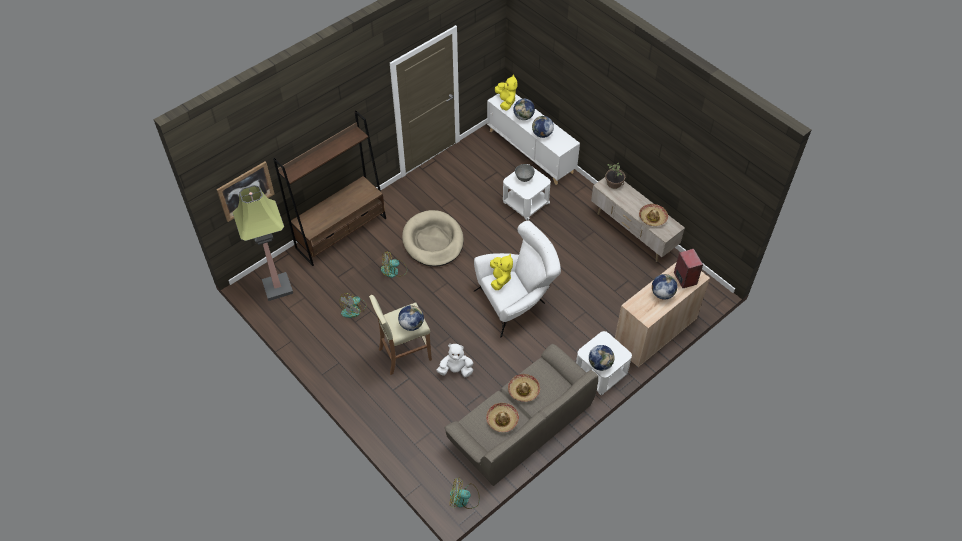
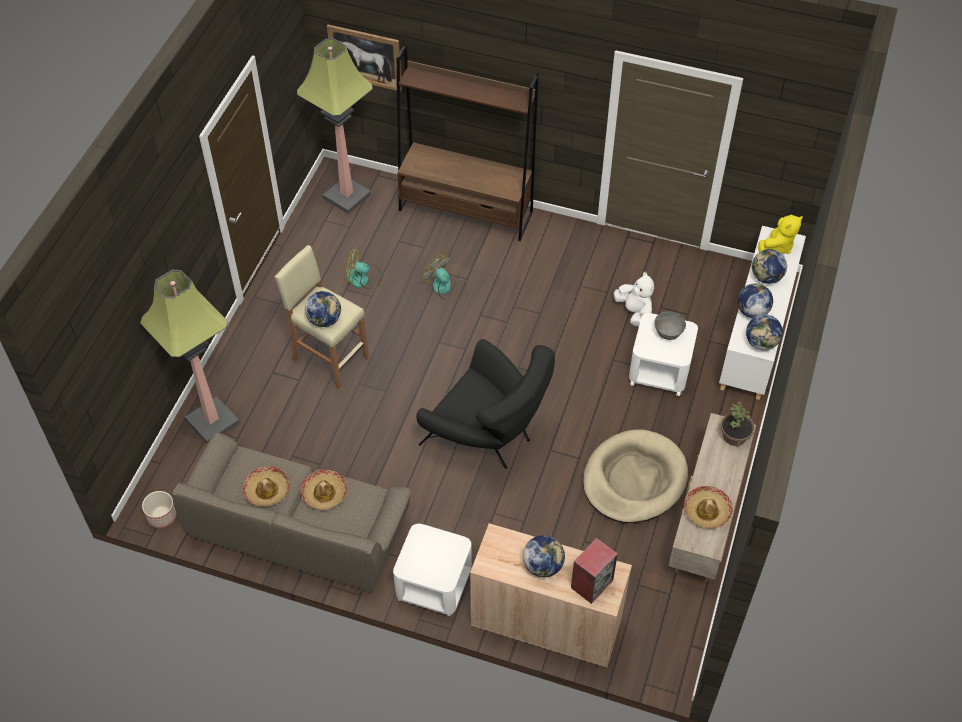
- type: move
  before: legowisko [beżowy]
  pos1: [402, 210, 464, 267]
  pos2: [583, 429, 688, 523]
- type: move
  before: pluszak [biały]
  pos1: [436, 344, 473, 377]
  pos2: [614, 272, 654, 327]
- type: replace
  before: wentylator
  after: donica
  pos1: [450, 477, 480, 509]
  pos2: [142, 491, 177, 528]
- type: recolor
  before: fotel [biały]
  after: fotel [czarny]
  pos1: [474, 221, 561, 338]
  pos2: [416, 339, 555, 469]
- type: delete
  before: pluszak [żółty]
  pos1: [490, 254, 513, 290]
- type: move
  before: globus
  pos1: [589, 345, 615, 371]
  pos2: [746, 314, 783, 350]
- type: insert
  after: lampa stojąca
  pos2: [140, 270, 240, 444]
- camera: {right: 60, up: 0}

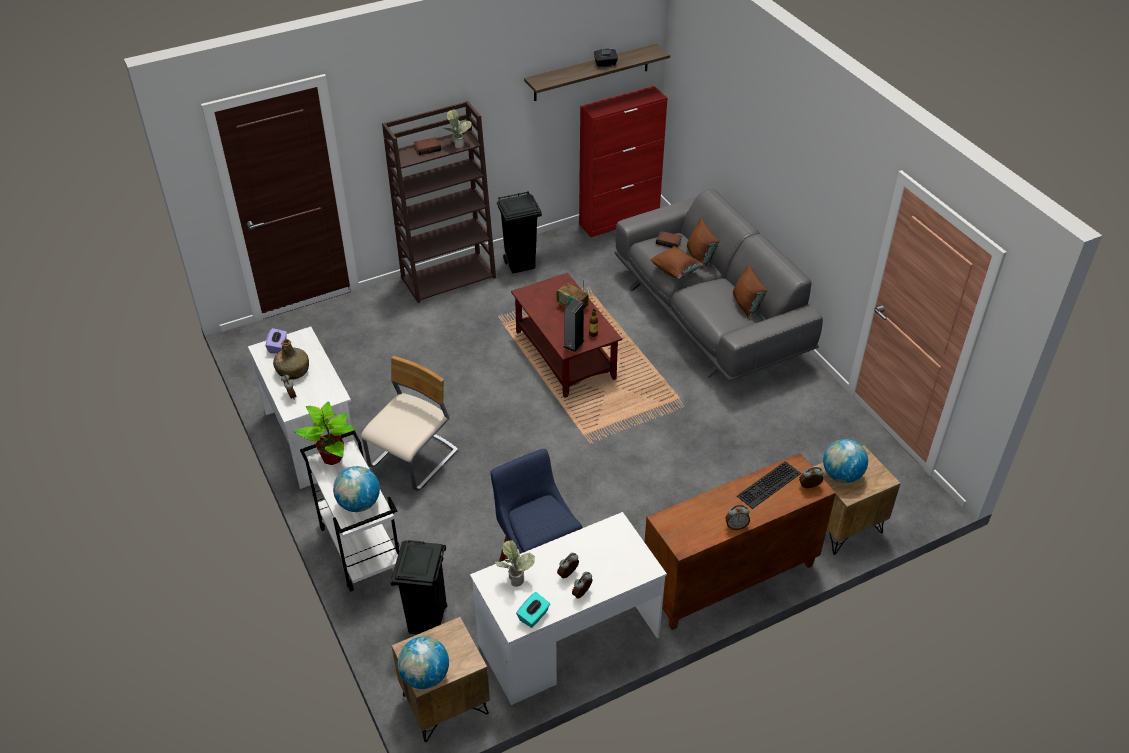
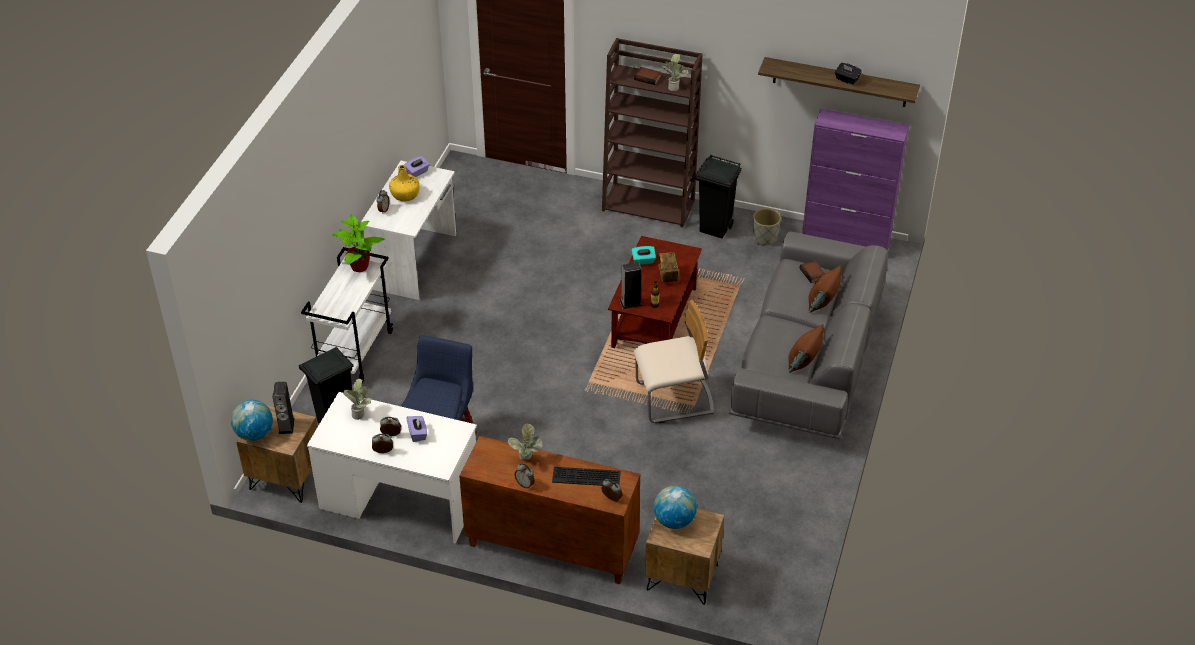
- type: recolor
  before: butelka [zielony]
  after: butelka [żółty]
  pos1: [273, 339, 309, 380]
  pos2: [389, 165, 420, 202]
- type: delete
  before: globus
  pos1: [333, 466, 380, 512]
- type: move
  before: krzesło [beżowy]
  pos1: [361, 356, 458, 491]
  pos2: [634, 300, 714, 423]
- type: move
  before: pudełko chusteczek [turkusowy]
  pos1: [516, 592, 550, 628]
  pos2: [631, 246, 656, 265]
- type: recolor
  before: szafka [czerwony]
  after: szafka [fioletowy]
  pos1: [579, 86, 667, 237]
  pos2: [802, 108, 909, 251]
- type: delete
  before: poduszka [brązowy]
  pos1: [650, 246, 705, 279]
- type: insert
  after: głośnik
  pos2: [273, 382, 295, 434]
- type: insert
  after: pudełko chusteczek [fioletowy]
  pos2: [406, 416, 427, 442]
- type: insert
  after: roślina doniczkowa
  pos2: [507, 423, 543, 460]
- type: insert
  after: donica [szary]
  pos2: [753, 208, 781, 246]
- camera: {right: 45, up: 0}

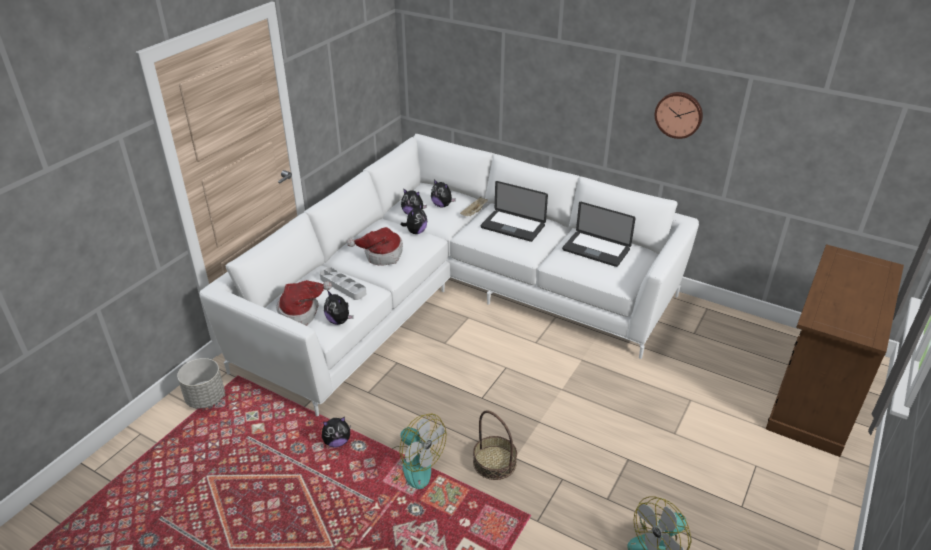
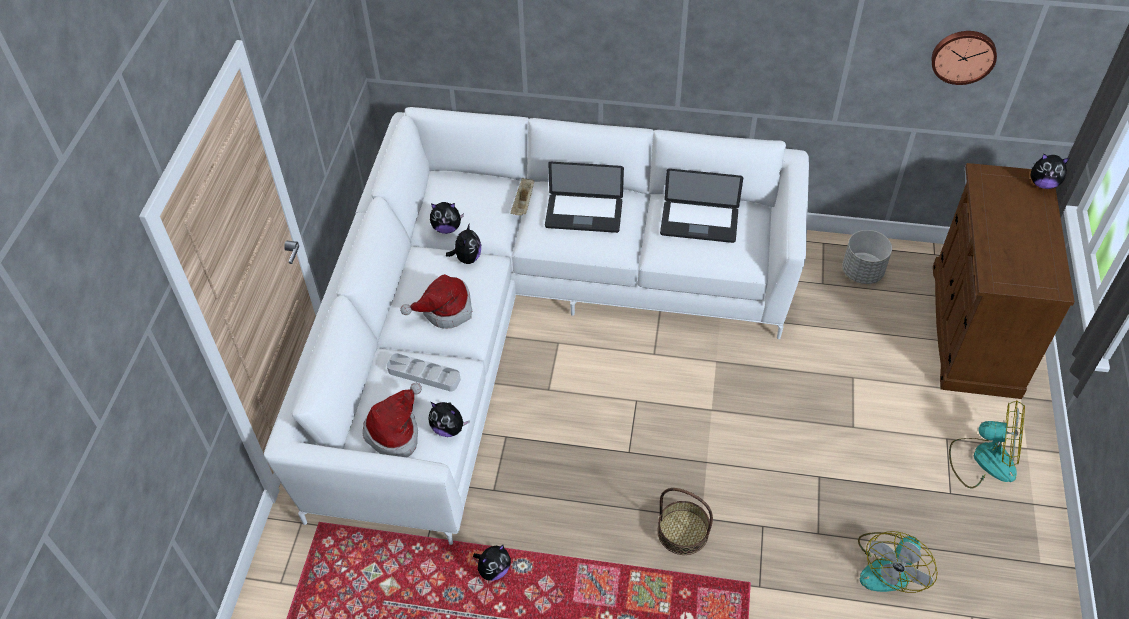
- type: move
  before: donica [szary]
  pos1: [177, 358, 225, 408]
  pos2: [842, 230, 892, 284]
- type: move
  before: wentylator
  pos1: [385, 414, 446, 489]
  pos2: [949, 400, 1025, 488]
- type: move
  before: pluszak
  pos1: [431, 179, 456, 208]
  pos2: [1030, 154, 1069, 189]
- type: move
  before: zegar ścienny
  pos1: [655, 92, 703, 139]
  pos2: [932, 31, 997, 85]
- camera: {right: -20, up: 15}

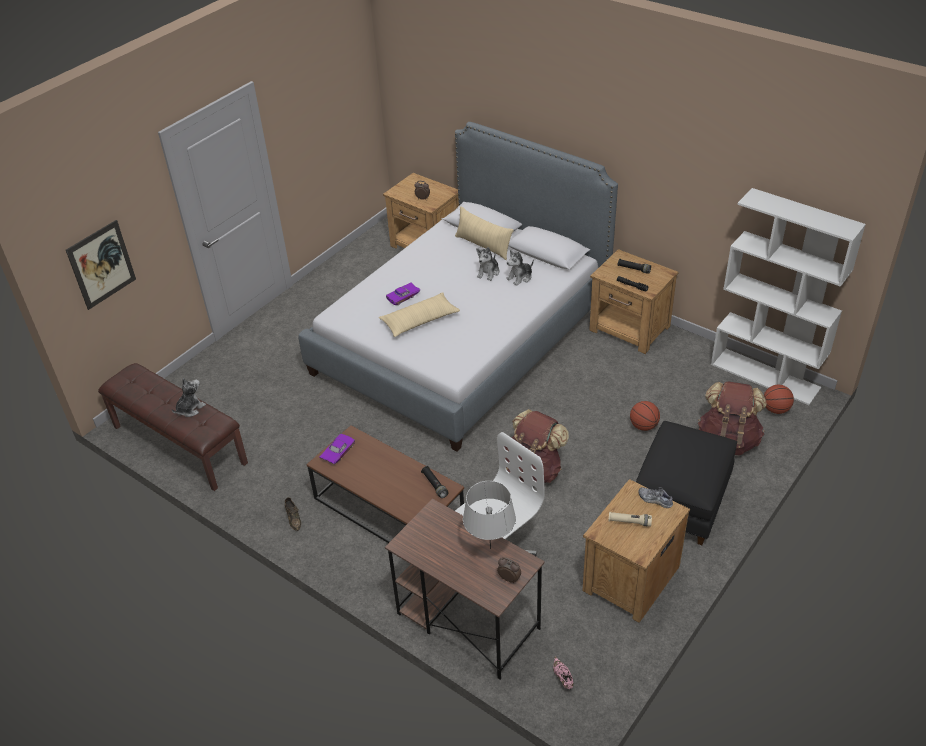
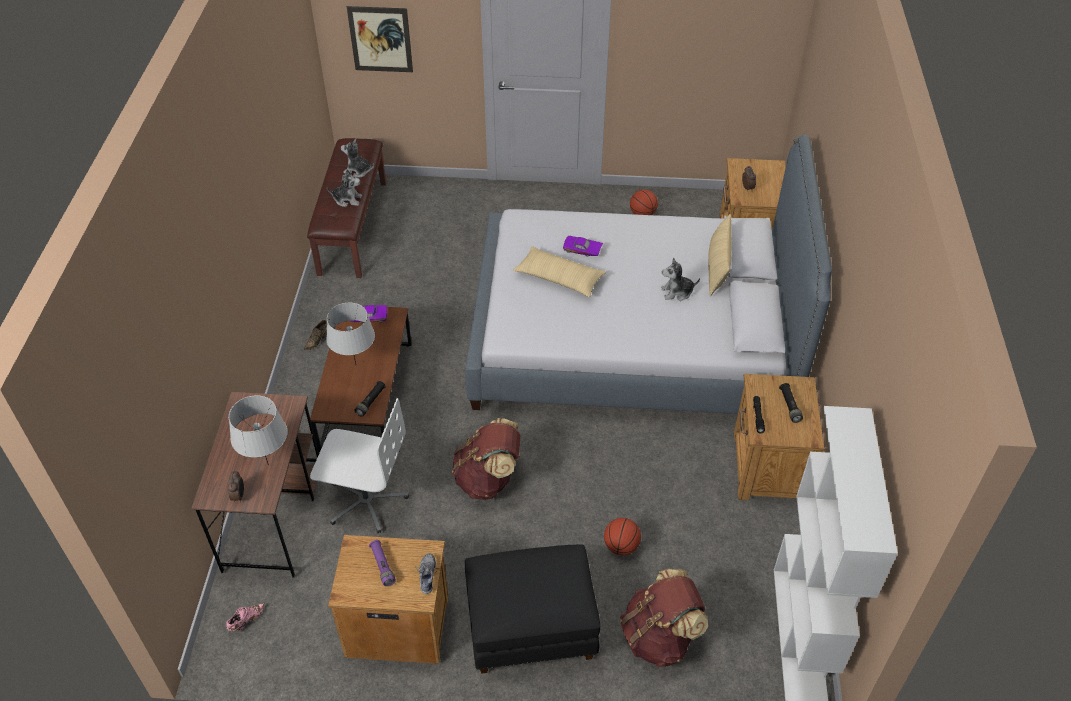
- type: move
  before: pluszak
  pos1: [506, 250, 534, 286]
  pos2: [341, 139, 374, 178]
- type: recolor
  before: latarka [beżowy]
  after: latarka [fioletowy]
  pos1: [608, 511, 652, 527]
  pos2: [369, 540, 396, 586]
- type: move
  before: piłka do koszykówki
  pos1: [764, 385, 794, 414]
  pos2: [630, 190, 658, 215]
- type: insert
  after: lampa stołowa [szary]
  pos2: [326, 303, 375, 367]
- camera: {right: 55, up: 5}

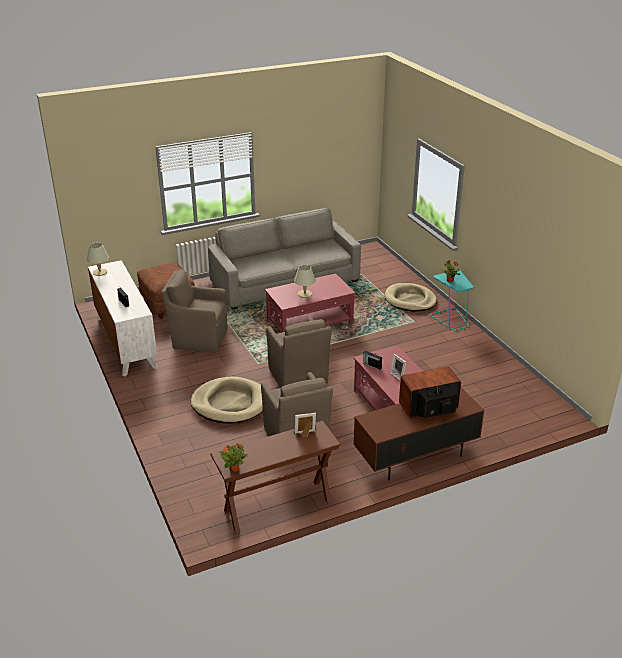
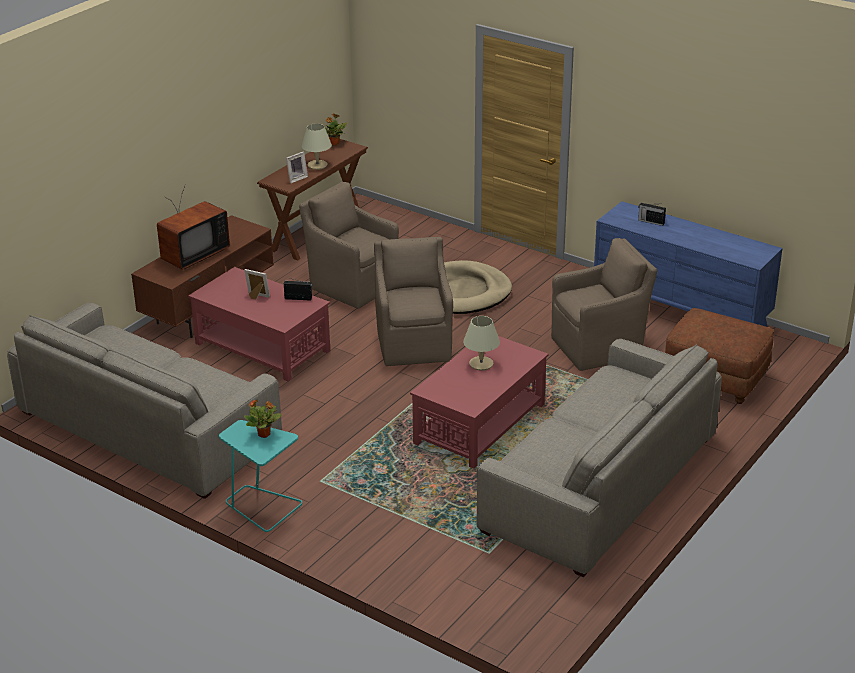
- type: move
  before: lampa stołowa [beżowy]
  pos1: [87, 243, 109, 276]
  pos2: [301, 123, 332, 170]
- type: recolor
  before: komoda [biały]
  after: komoda [niebieski]
  pos1: [88, 260, 158, 376]
  pos2: [594, 201, 783, 327]
- type: rotate
  before: fotel [brązowy]
  pos1: [266, 318, 332, 388]
  pos2: [374, 237, 453, 366]
  turn: 45
- type: delete
  before: legowisko [beżowy]
  pos1: [385, 283, 437, 312]
- type: insert
  after: kanapa [szary]
  pos2: [7, 303, 282, 499]
- camera: {right: 150, up: 0}

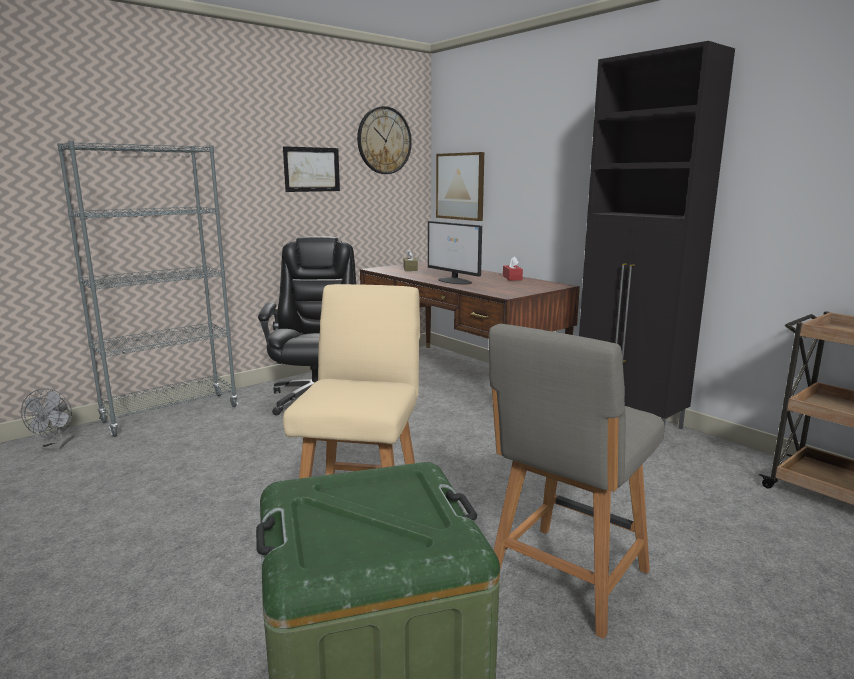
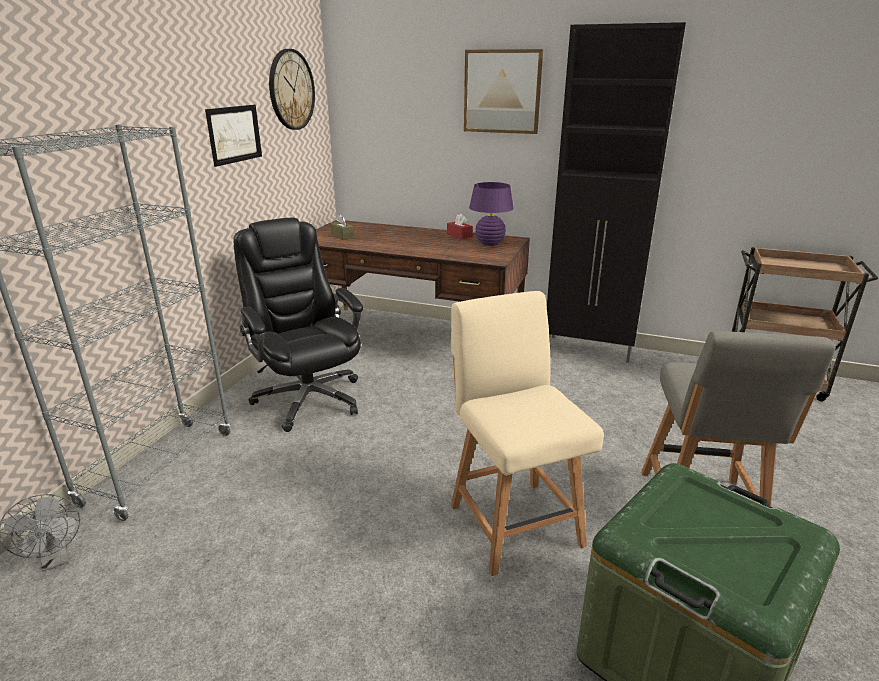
- type: delete
  before: monitor
  pos1: [428, 221, 482, 284]
- type: move
  before: obraz
  pos1: [436, 152, 484, 221]
  pos2: [464, 49, 543, 134]
- type: insert
  after: lampa stołowa [fioletowy]
  pos2: [469, 182, 514, 246]
- camera: {right: -30, up: 10}

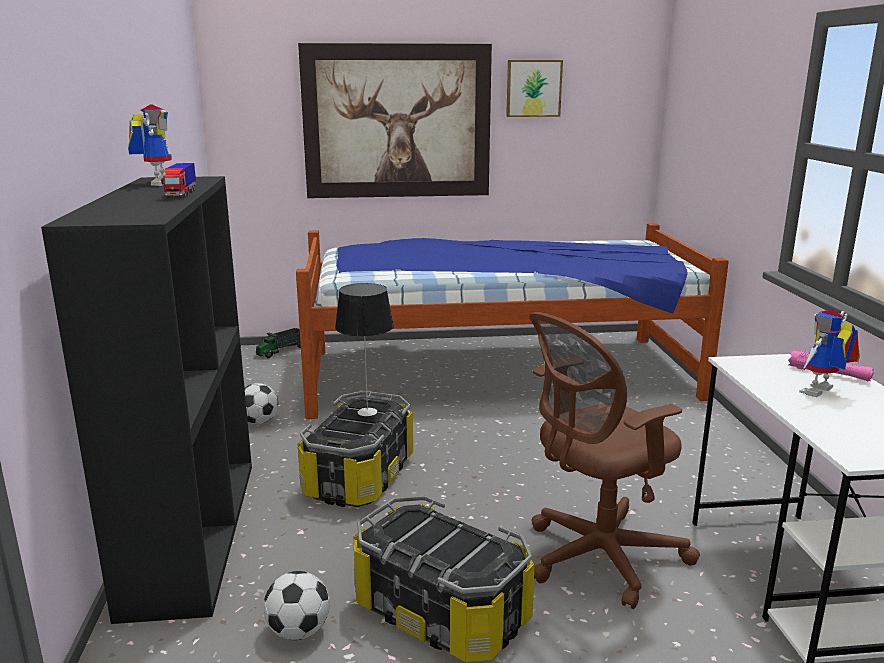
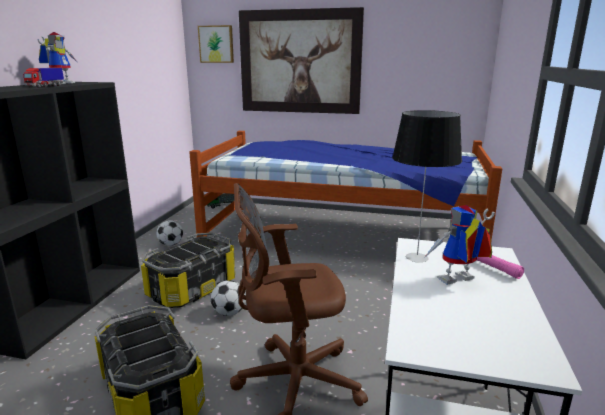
- type: move
  before: piłka futbolowa
  pos1: [263, 571, 330, 640]
  pos2: [211, 280, 246, 316]
- type: move
  before: lampa stołowa
  pos1: [335, 283, 394, 416]
  pos2: [392, 110, 462, 262]
- type: move
  before: obraz
  pos1: [506, 60, 563, 117]
  pos2: [198, 25, 234, 63]
- camera: {right: 20, up: 0}

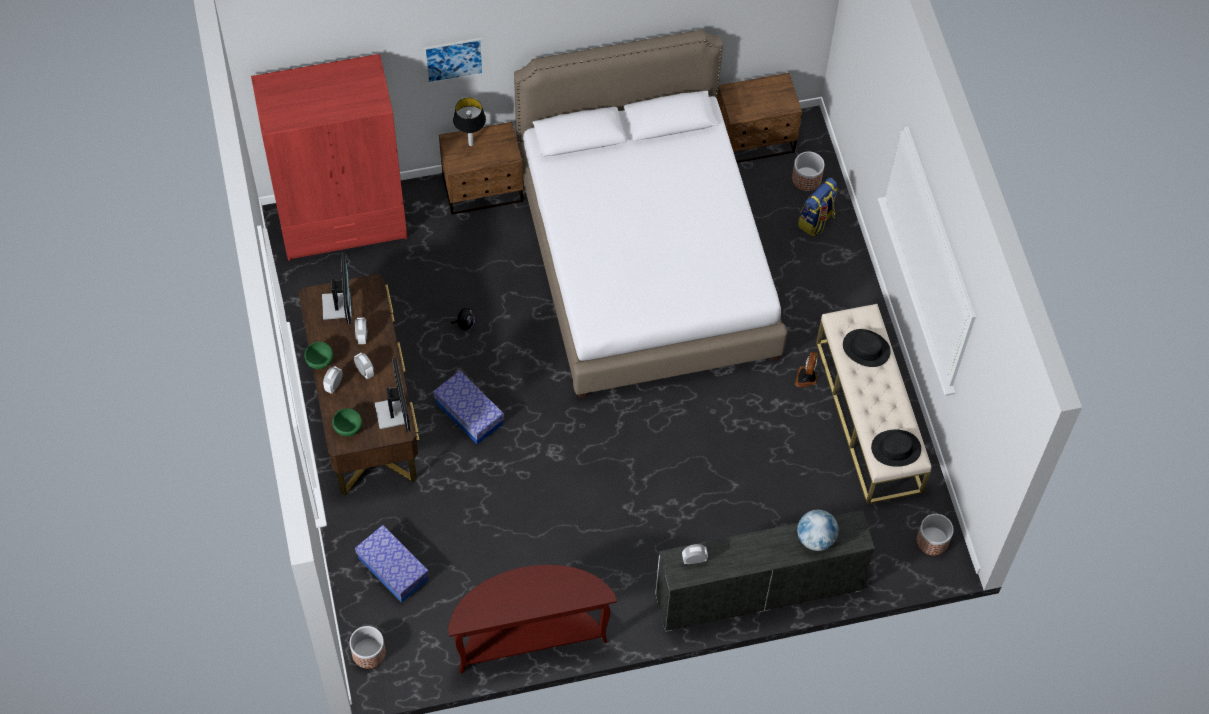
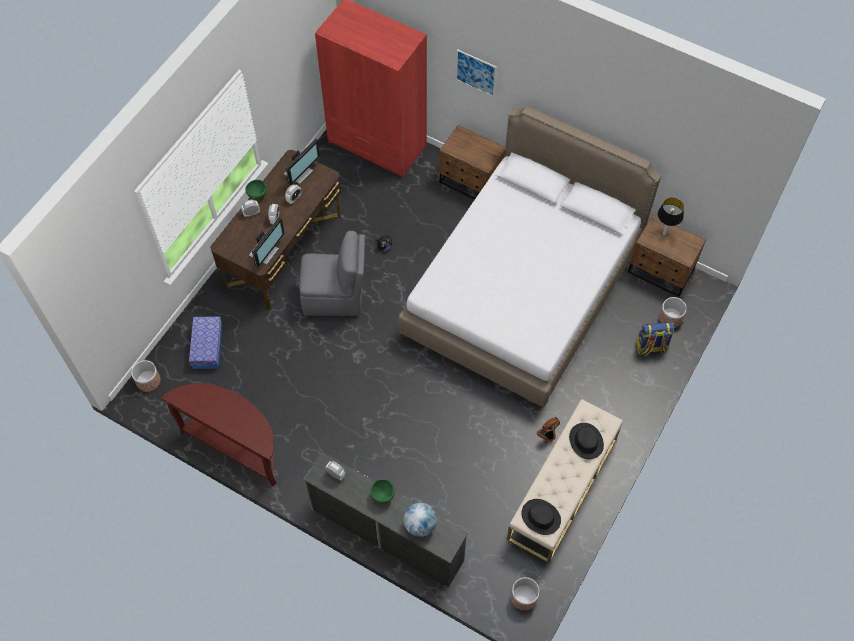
- type: move
  before: miska [zielony]
  pos1: [332, 408, 362, 437]
  pos2: [370, 479, 395, 503]
- type: replace
  before: pojemnik do przechowywania
  after: krzesło [szary]
  pos1: [433, 371, 504, 445]
  pos2: [299, 231, 365, 316]
- type: move
  before: lampa stołowa
  pos1: [453, 97, 486, 146]
  pos2: [658, 198, 684, 235]
- camera: {right: 45, up: 0}

